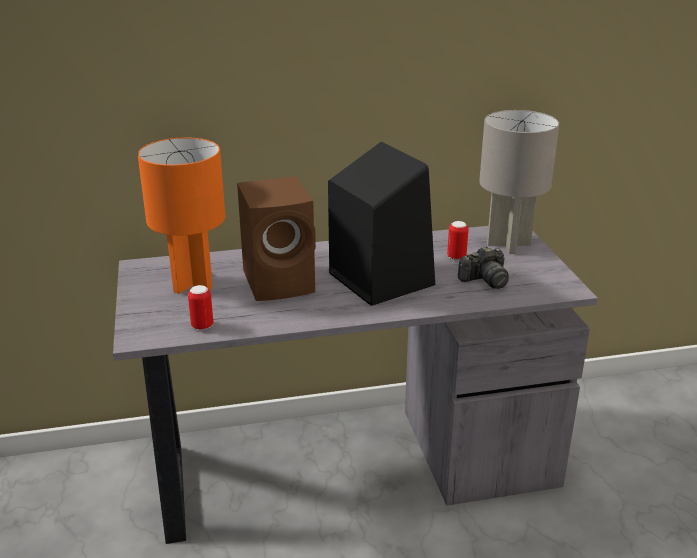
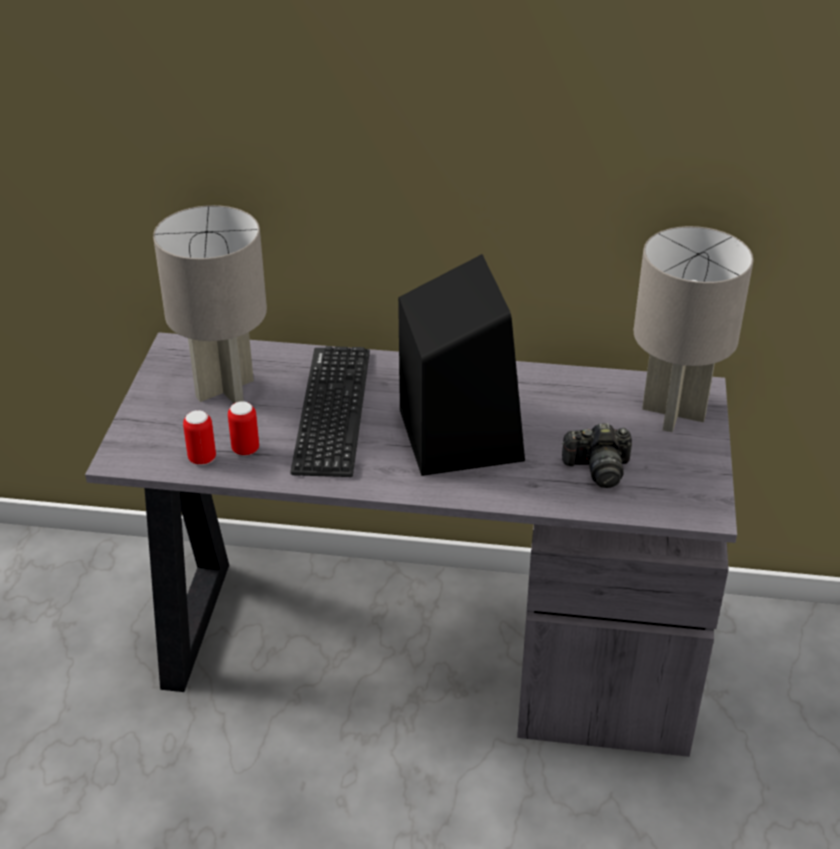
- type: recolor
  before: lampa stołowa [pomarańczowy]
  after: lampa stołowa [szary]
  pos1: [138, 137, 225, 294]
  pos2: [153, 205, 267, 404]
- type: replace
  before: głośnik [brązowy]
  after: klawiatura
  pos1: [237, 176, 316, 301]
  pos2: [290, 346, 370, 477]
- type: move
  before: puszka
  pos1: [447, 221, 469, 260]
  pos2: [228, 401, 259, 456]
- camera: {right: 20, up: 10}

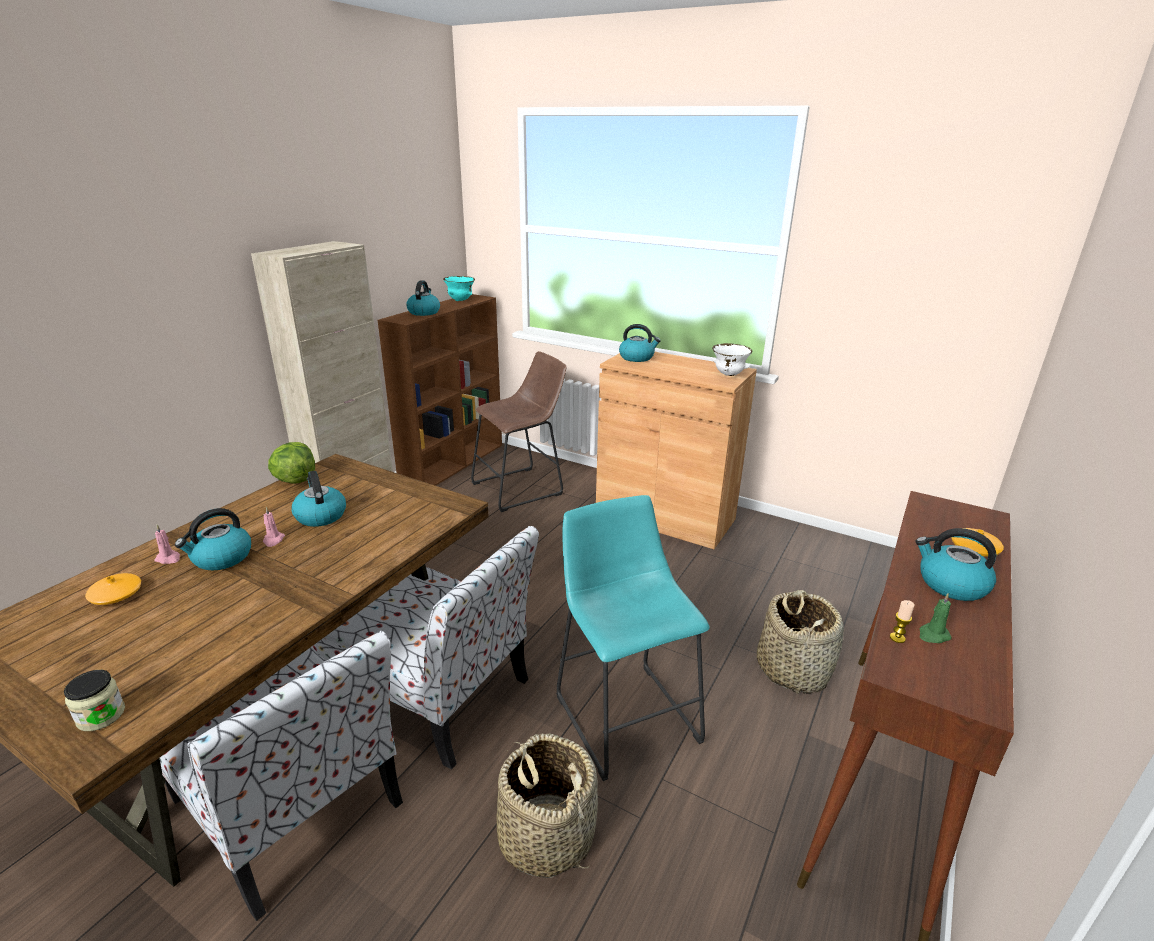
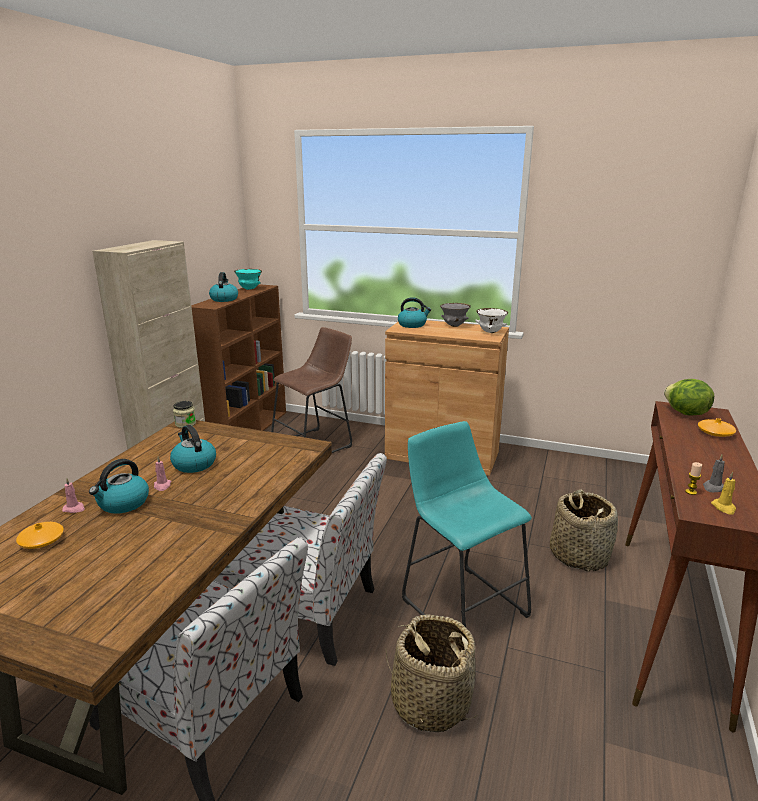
- type: move
  before: słoik
  pos1: [64, 670, 125, 731]
  pos2: [173, 401, 196, 428]
- type: move
  before: sałata
  pos1: [268, 442, 315, 484]
  pos2: [664, 379, 714, 416]
- type: delete
  before: czajnik
  pos1: [916, 528, 996, 601]
- type: recolor
  before: świeca [zielony]
  after: świeca [szary]
  pos1: [919, 593, 952, 643]
  pos2: [703, 454, 725, 492]
- type: insert
  after: miska [szary]
  pos2: [440, 303, 471, 327]
- type: insert
  after: świeca [żółty]
  pos2: [711, 472, 736, 515]
- camera: {right: -10, up: -5}

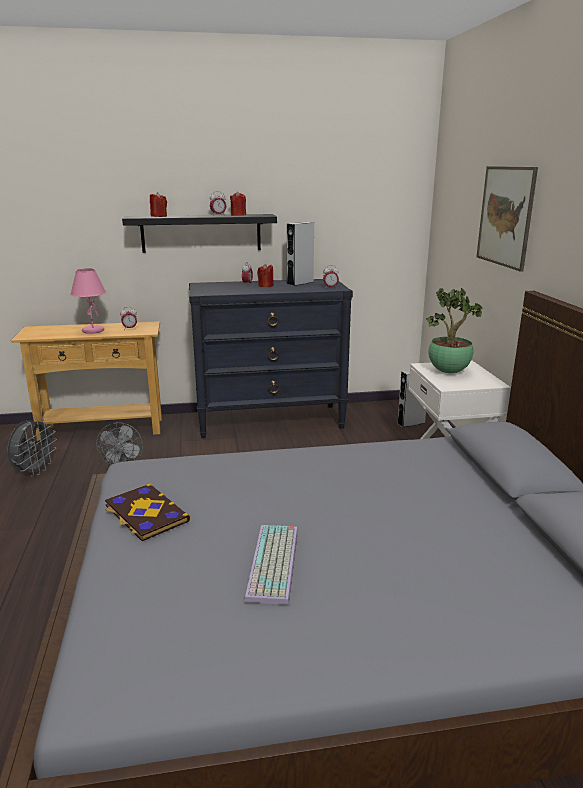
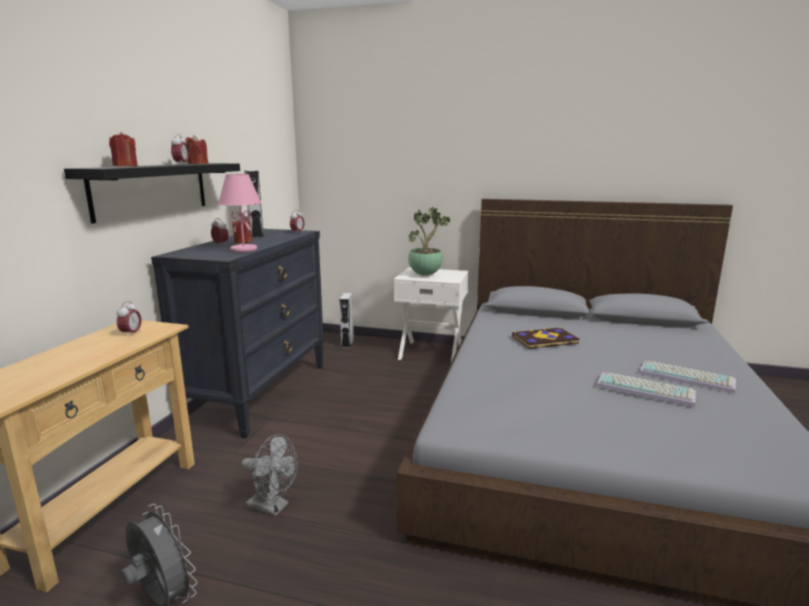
- type: move
  before: lampa stołowa [różowy]
  pos1: [70, 268, 106, 334]
  pos2: [218, 174, 261, 252]
- type: move
  before: książka
  pos1: [105, 483, 190, 541]
  pos2: [512, 327, 580, 349]
- type: delete
  before: obraz
  pos1: [477, 166, 538, 272]
- type: insert
  after: klawiatura
  pos2: [639, 360, 736, 394]
- camera: {right: -65, up: -5}

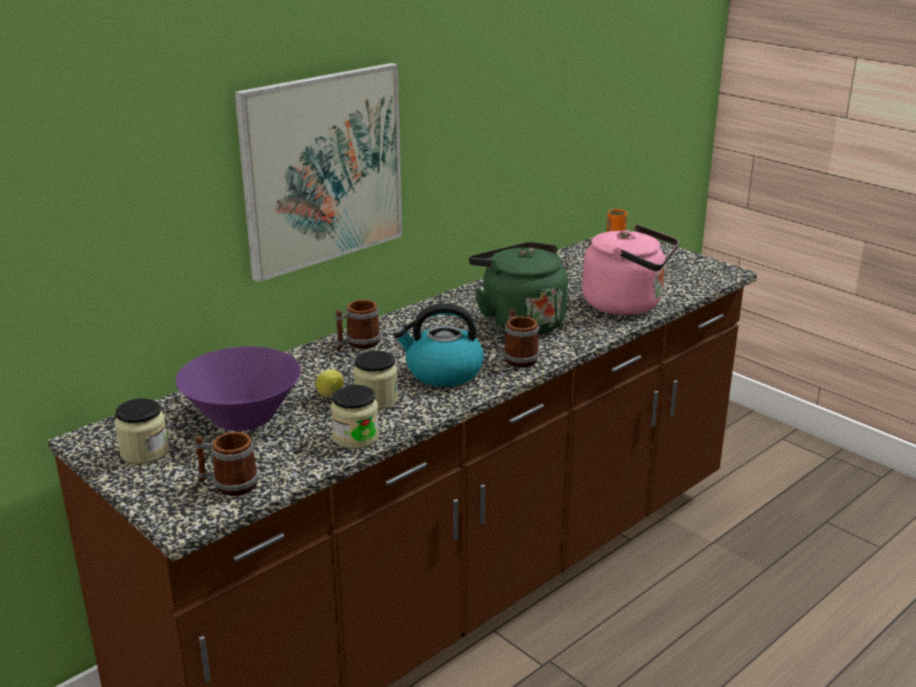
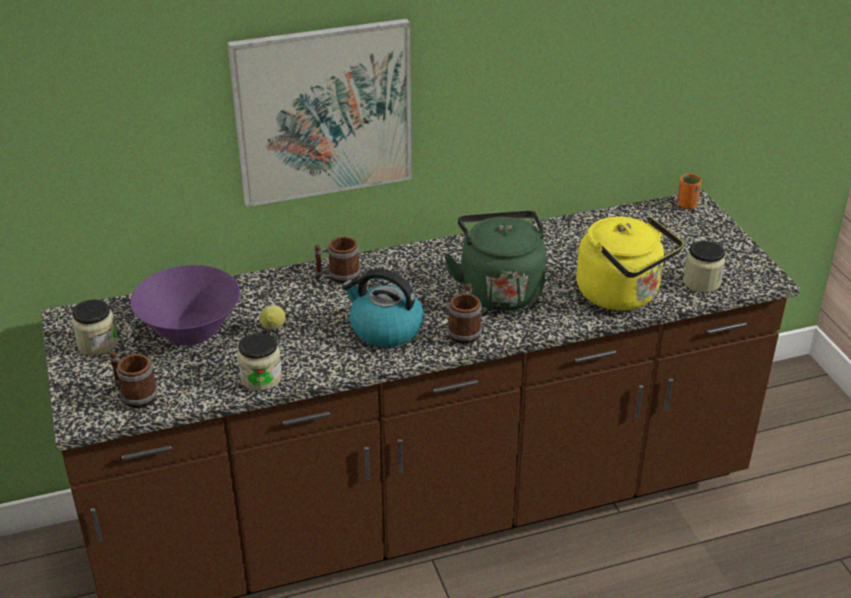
- type: move
  before: słoik
  pos1: [353, 350, 398, 410]
  pos2: [683, 241, 725, 293]
- type: recolor
  before: czajnik [różowy]
  after: czajnik [żółty]
  pos1: [582, 225, 679, 315]
  pos2: [576, 216, 684, 311]
- camera: {right: 25, up: 10}

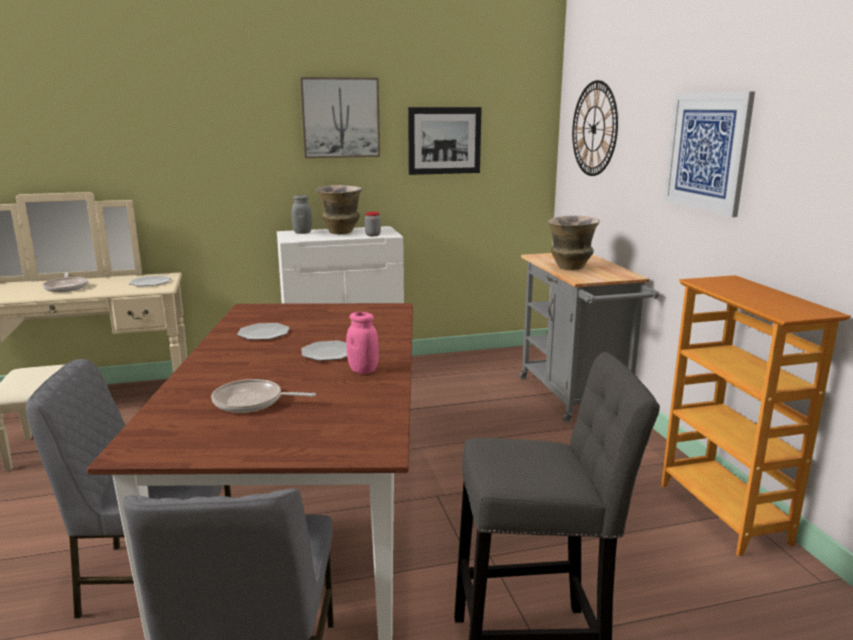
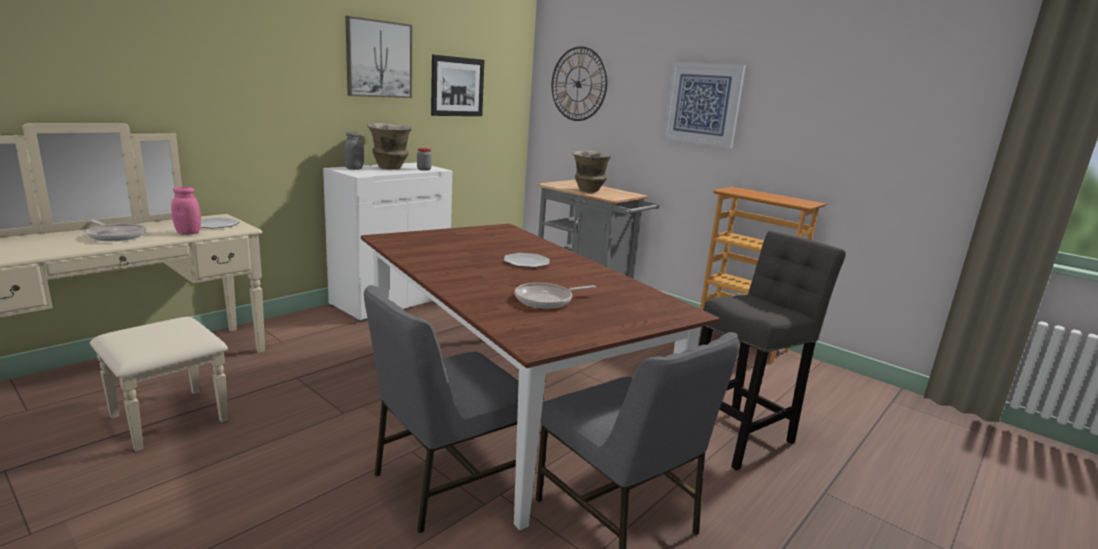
- type: delete
  before: talerz
  pos1: [237, 323, 289, 340]
- type: move
  before: słoik [różowy]
  pos1: [346, 312, 379, 374]
  pos2: [171, 187, 201, 235]
- camera: {right: -35, up: 0}

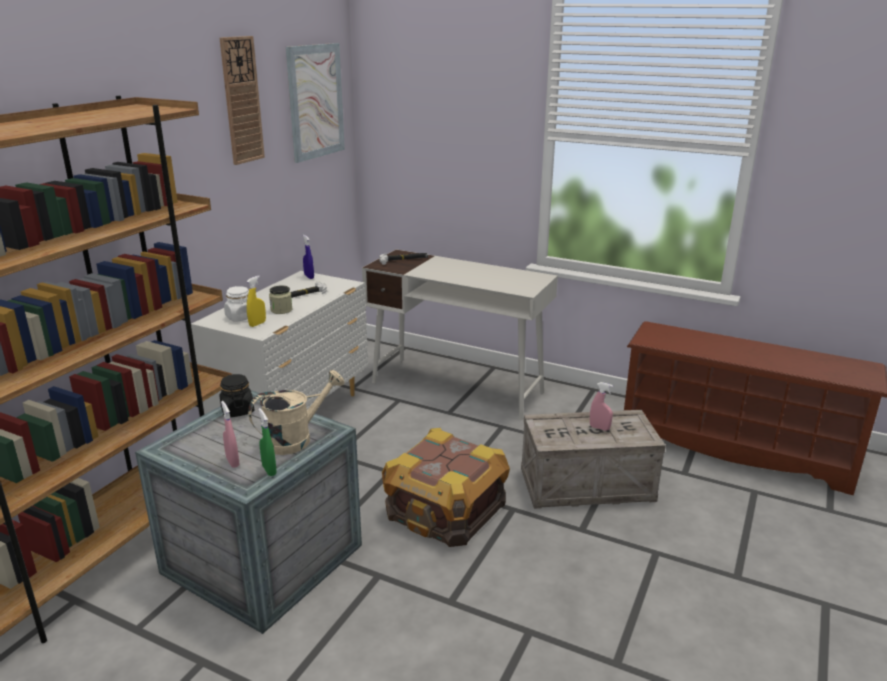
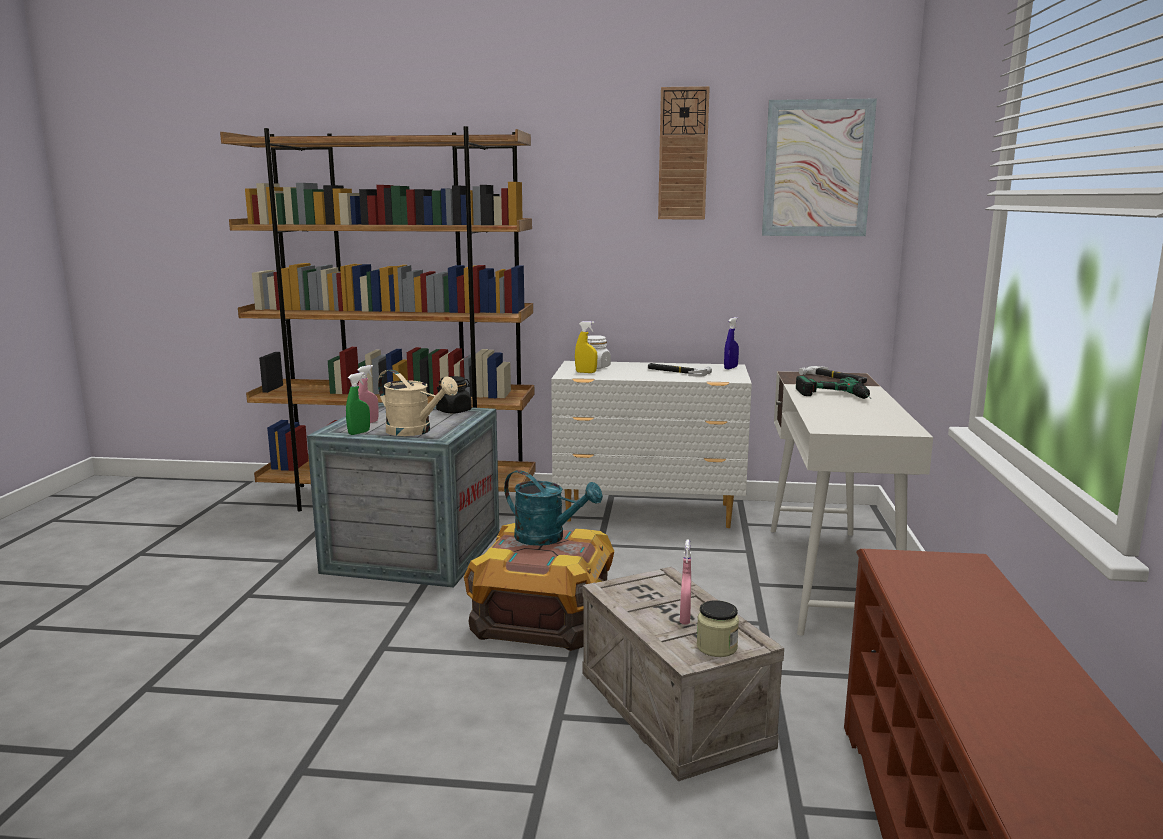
- type: move
  before: słoik
  pos1: [269, 285, 292, 314]
  pos2: [697, 600, 739, 657]
- type: insert
  after: konewka [turkusowy]
  pos2: [504, 470, 603, 546]
- type: insert
  after: wiertarka
  pos2: [796, 376, 871, 399]
- camera: {right: 70, up: -10}

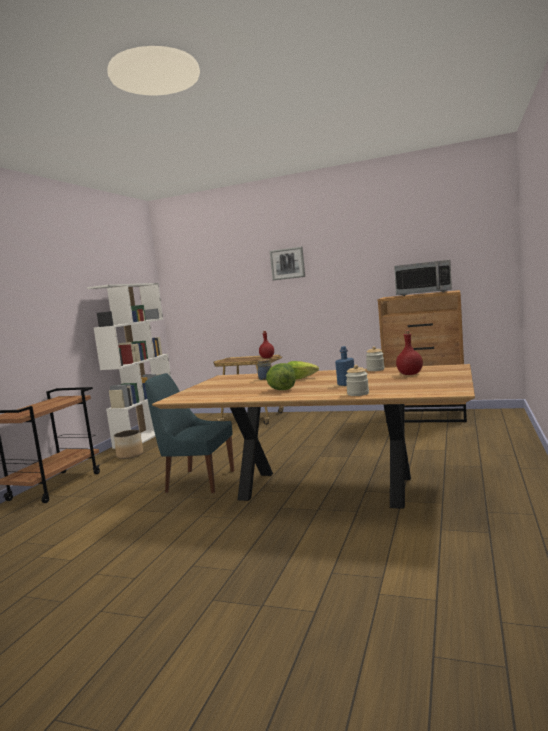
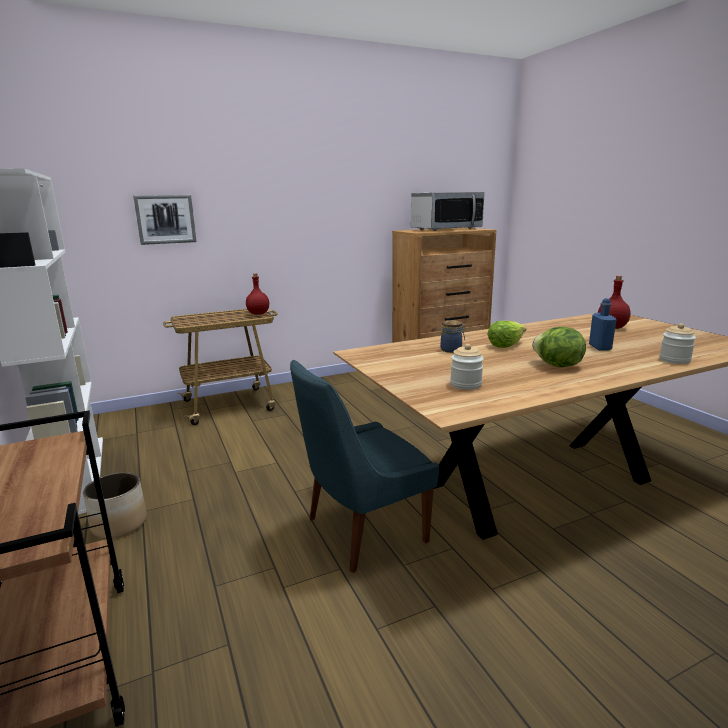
- type: move
  before: obraz
  pos1: [270, 247, 305, 280]
  pos2: [133, 195, 197, 245]
- type: move
  before: słoik
  pos1: [366, 346, 385, 371]
  pos2: [450, 344, 484, 390]
- camera: {right: -45, up: 10}

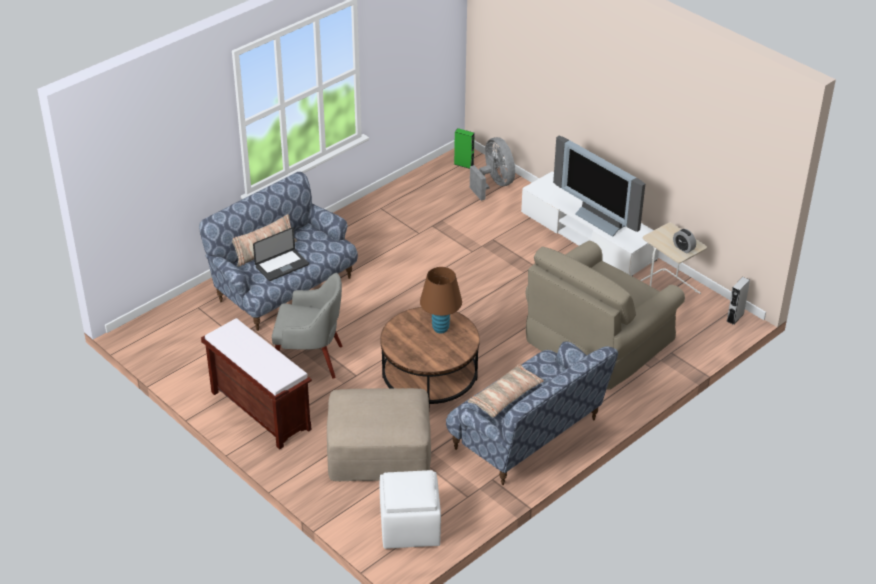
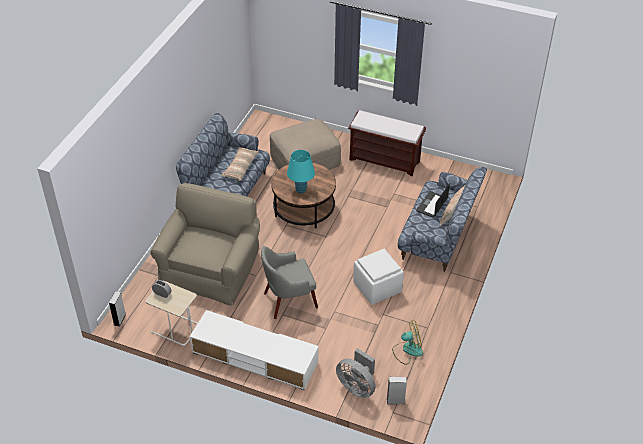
- type: move
  before: fotel [szary]
  pos1: [272, 273, 342, 379]
  pos2: [261, 246, 318, 319]
- type: move
  before: pufa [biały]
  pos1: [380, 470, 441, 549]
  pos2: [353, 249, 404, 305]
- type: recolor
  before: lampa stołowa [brązowy]
  after: lampa stołowa [turkusowy]
  pos1: [420, 267, 462, 334]
  pos2: [287, 150, 315, 194]
- type: recolor
  before: głośnik [zielony]
  after: głośnik [szary]
  pos1: [454, 128, 475, 169]
  pos2: [387, 377, 407, 404]
- type: delete
  before: telewizor
  pos1: [553, 136, 645, 237]
- type: insert
  after: wentylator
  pos2: [392, 320, 423, 365]
- camera: {right: 155, up: 5}

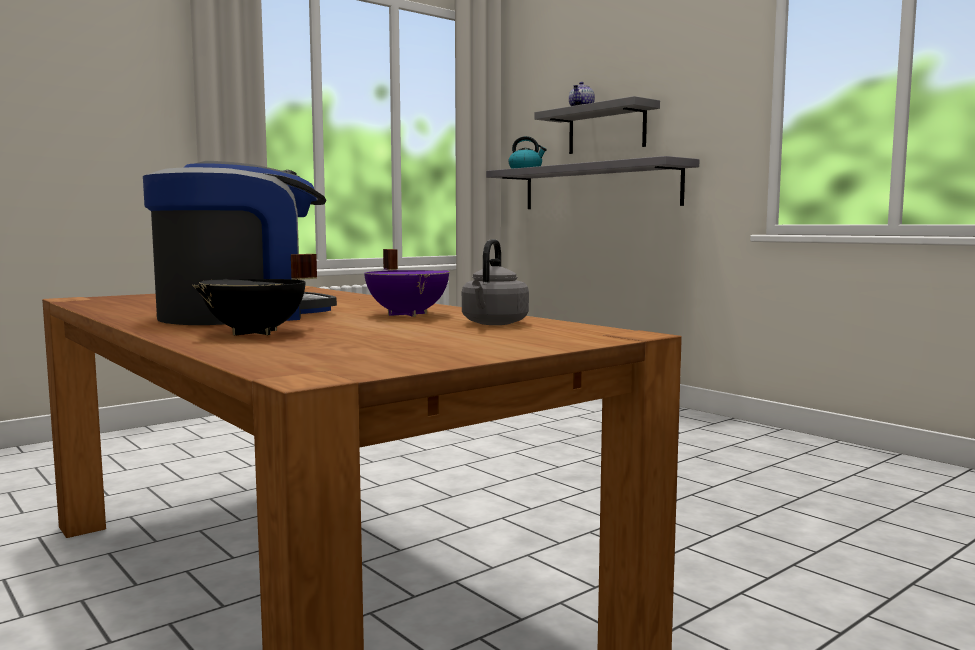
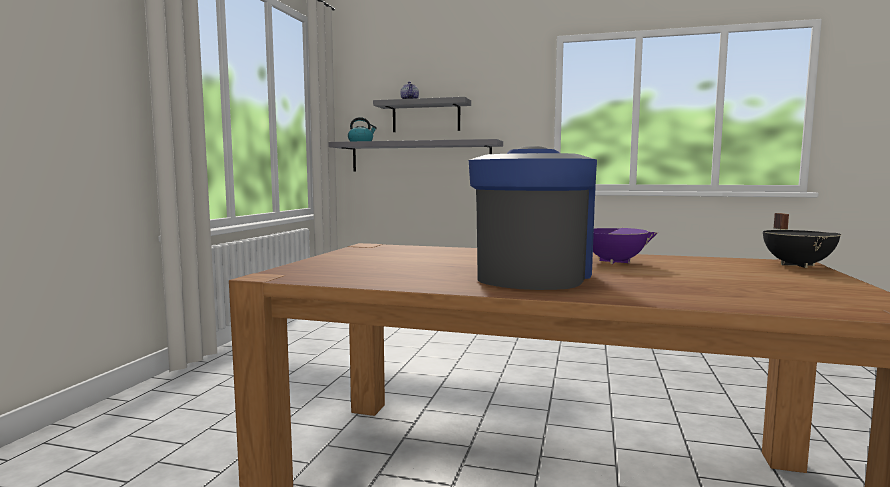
- type: move
  before: garnek [czarny]
  pos1: [192, 254, 317, 336]
  pos2: [763, 213, 841, 268]
- type: delete
  before: czajnik [szary]
  pos1: [462, 239, 529, 325]
- camera: {right: -35, up: 0}

